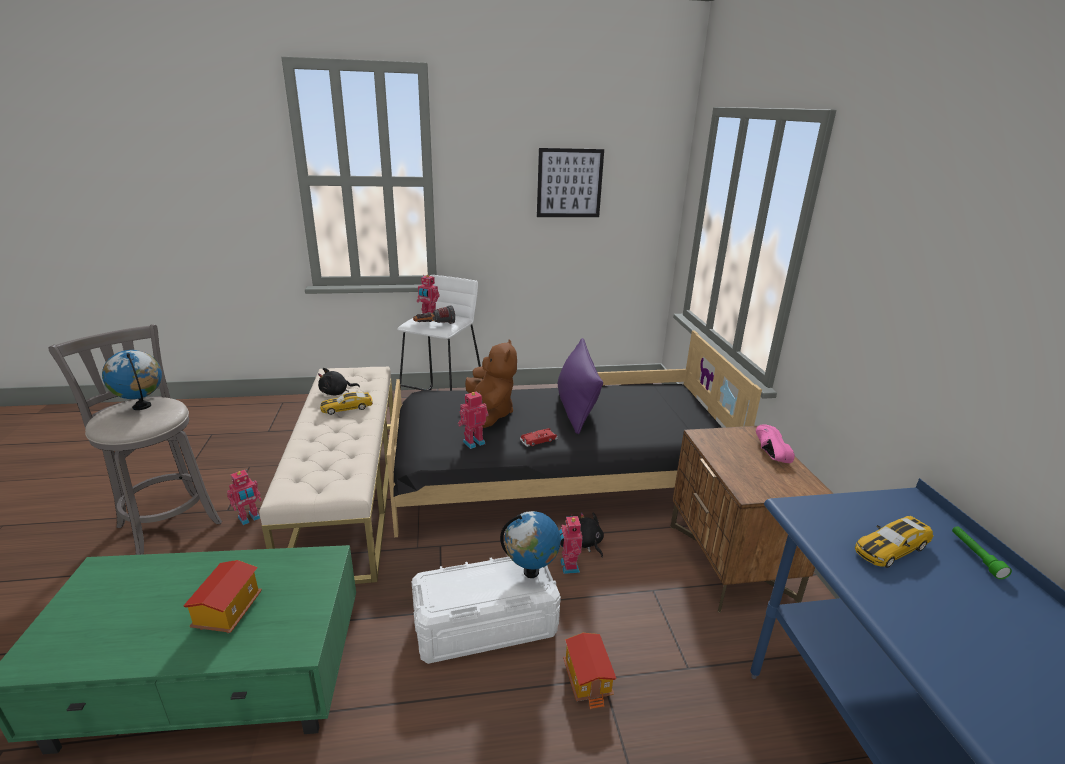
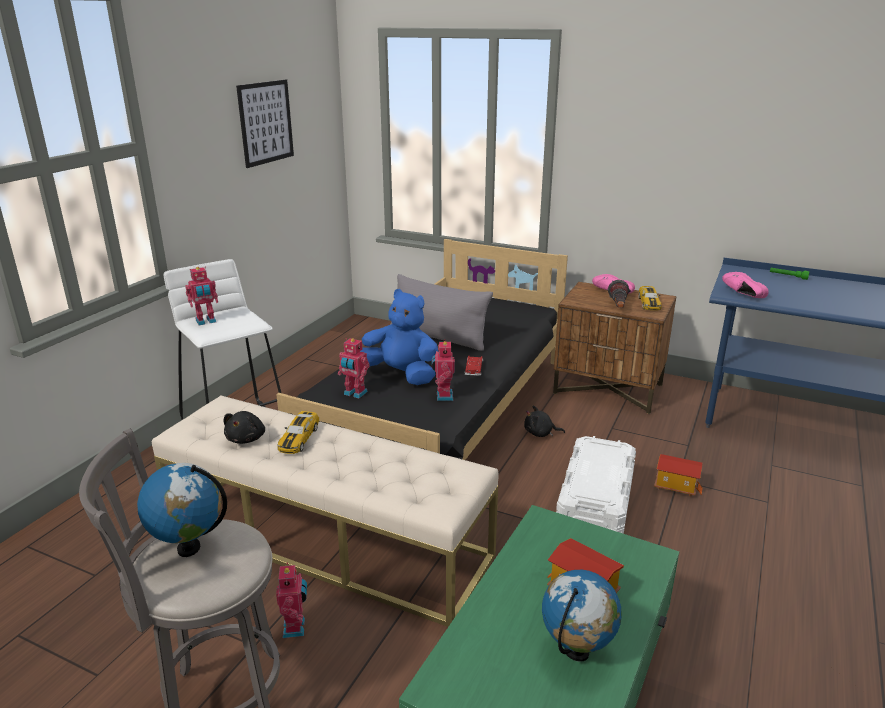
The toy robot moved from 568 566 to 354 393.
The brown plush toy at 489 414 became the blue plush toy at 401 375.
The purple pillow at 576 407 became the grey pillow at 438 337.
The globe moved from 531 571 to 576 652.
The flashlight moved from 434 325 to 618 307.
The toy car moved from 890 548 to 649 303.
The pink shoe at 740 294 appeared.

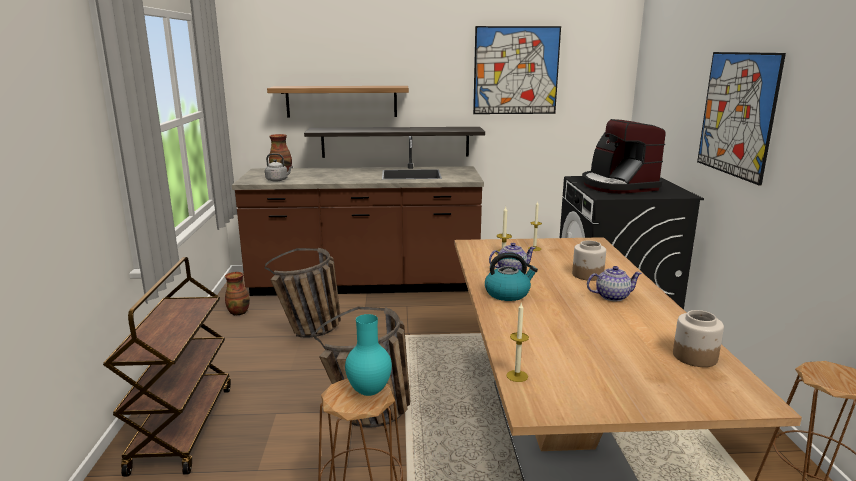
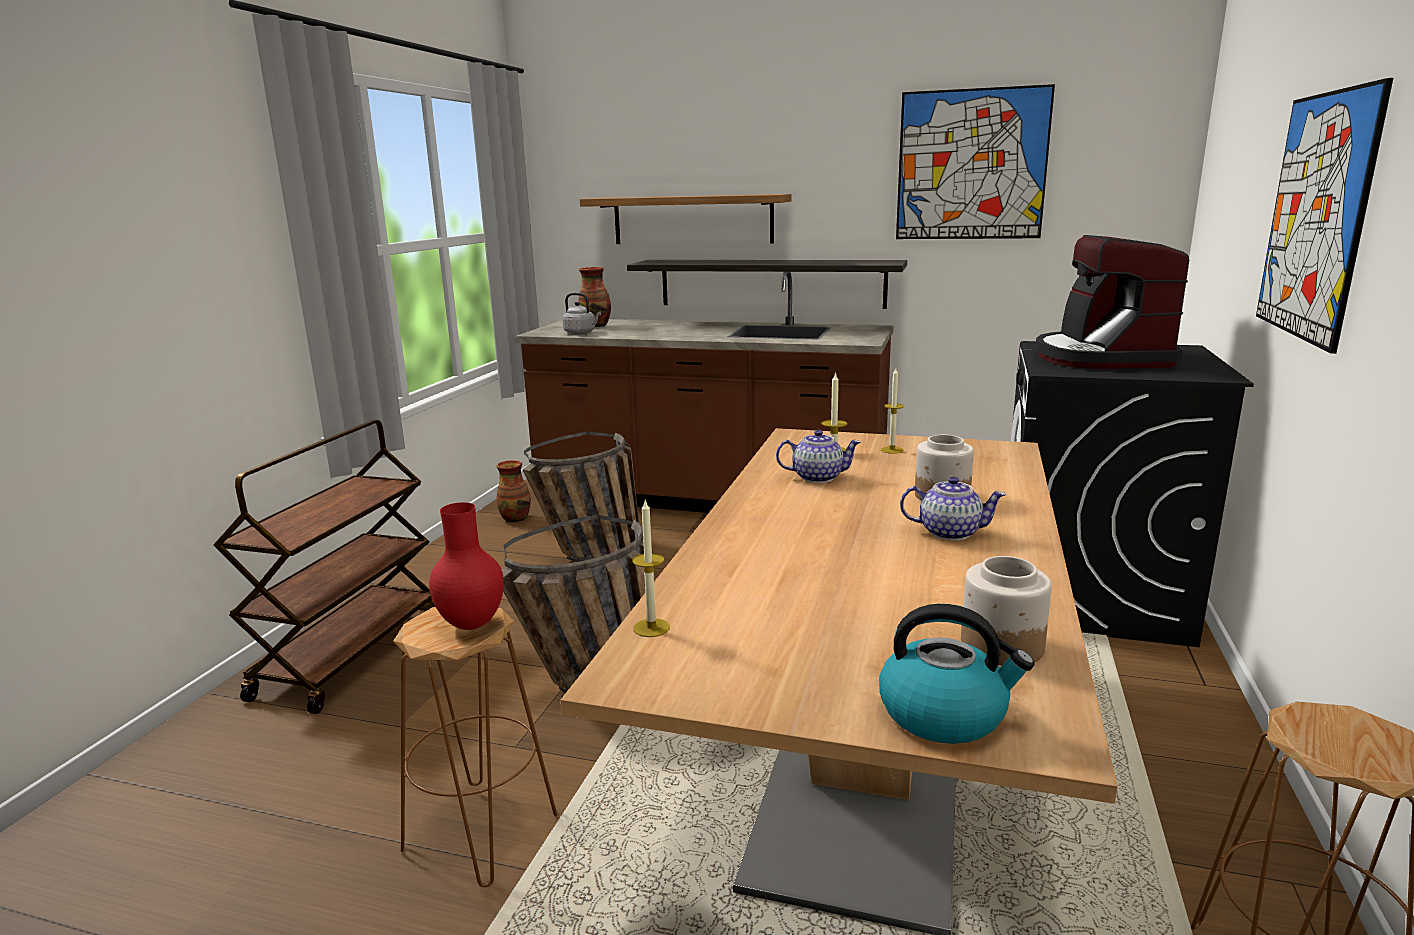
The turquoise vase at 369 391 became the red vase at 472 624.
The kettle moved from 508 293 to 944 714.

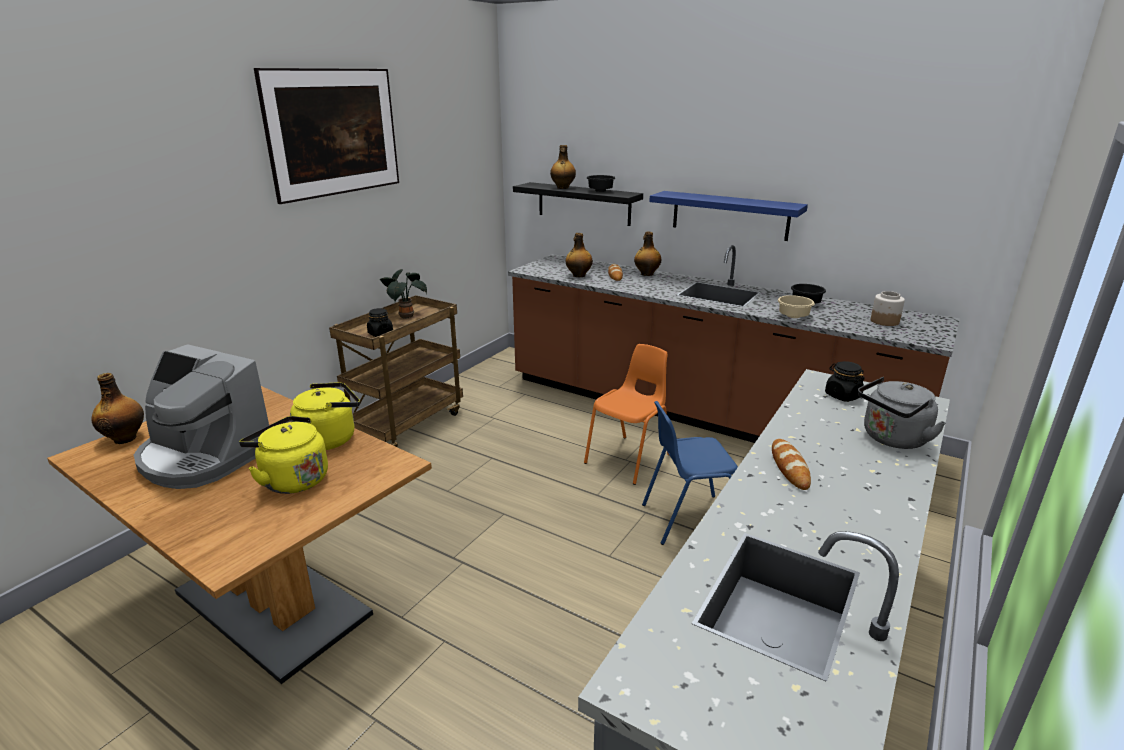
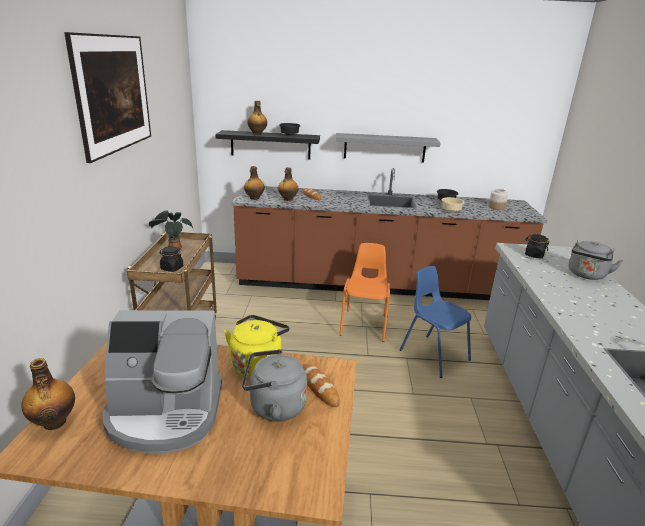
The yellow kettle at 292 479 became the grey kettle at 274 407.
The bottle moved from 646 274 to 254 198.
The bread moved from 789 467 to 319 387.
The blue shelf at 730 215 became the grey shelf at 384 148.
The blue chair at 688 519 turned 90 degrees clockwise.

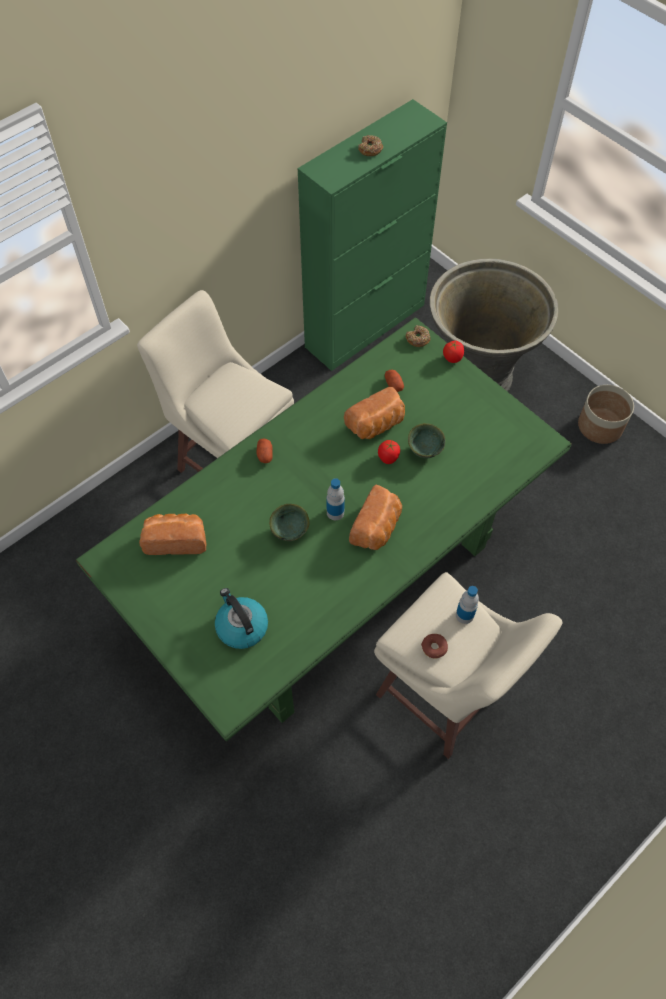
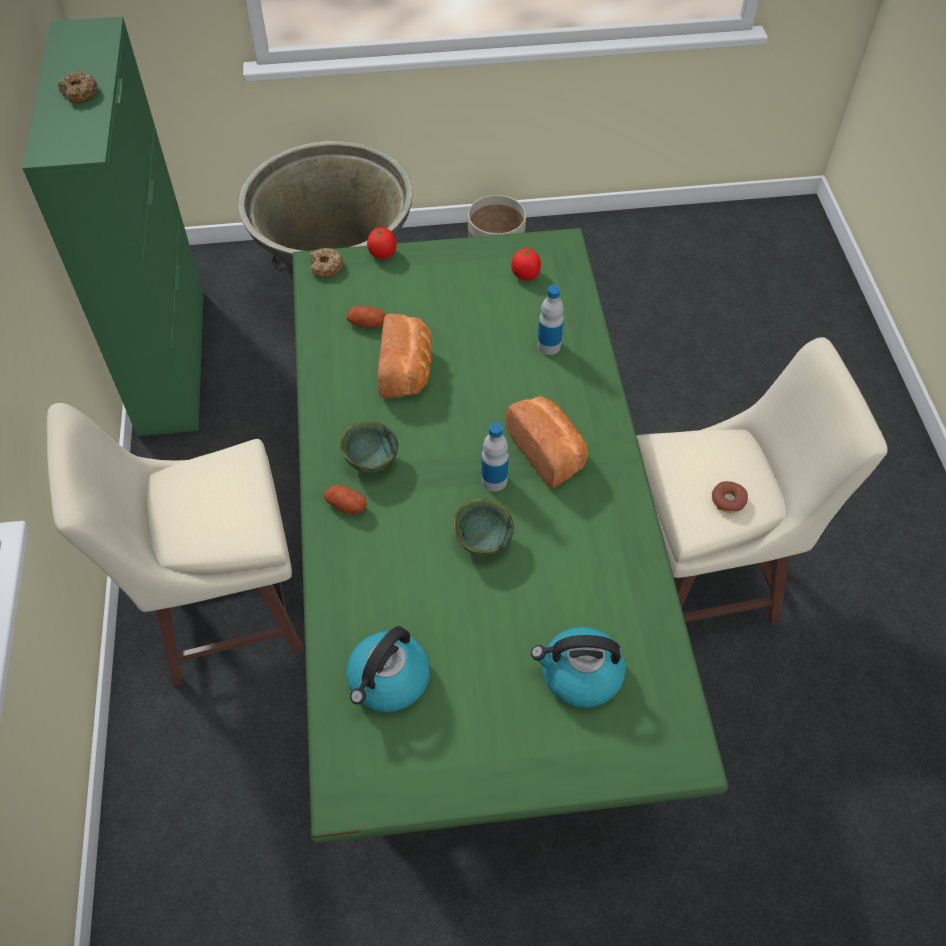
The green bowl moved from 425 450 to 370 461.
The bread at 176 539 was replaced by the kettle at 388 681.
The tomato moved from 388 458 to 526 275.
The bottle moved from 464 615 to 549 345.

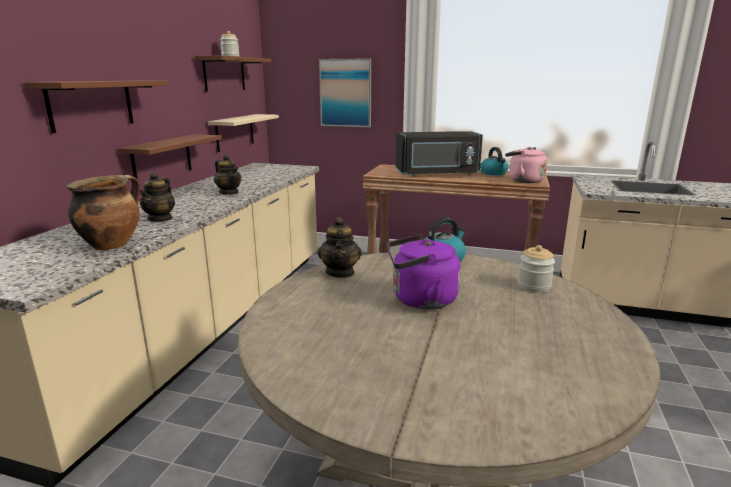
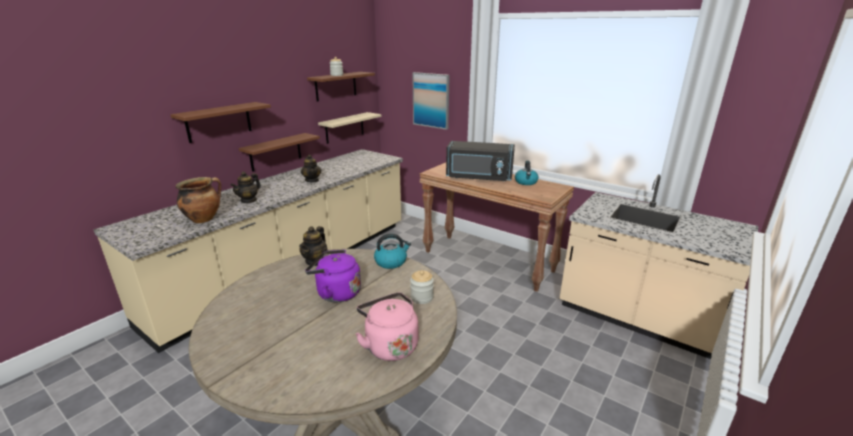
The pink kettle moved from 523 180 to 389 345.

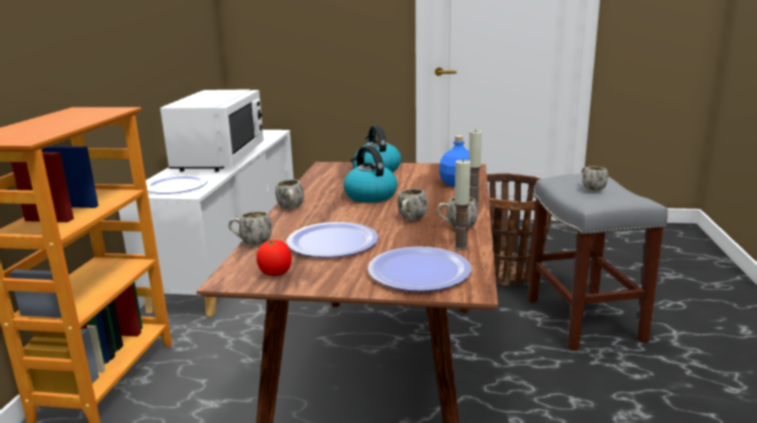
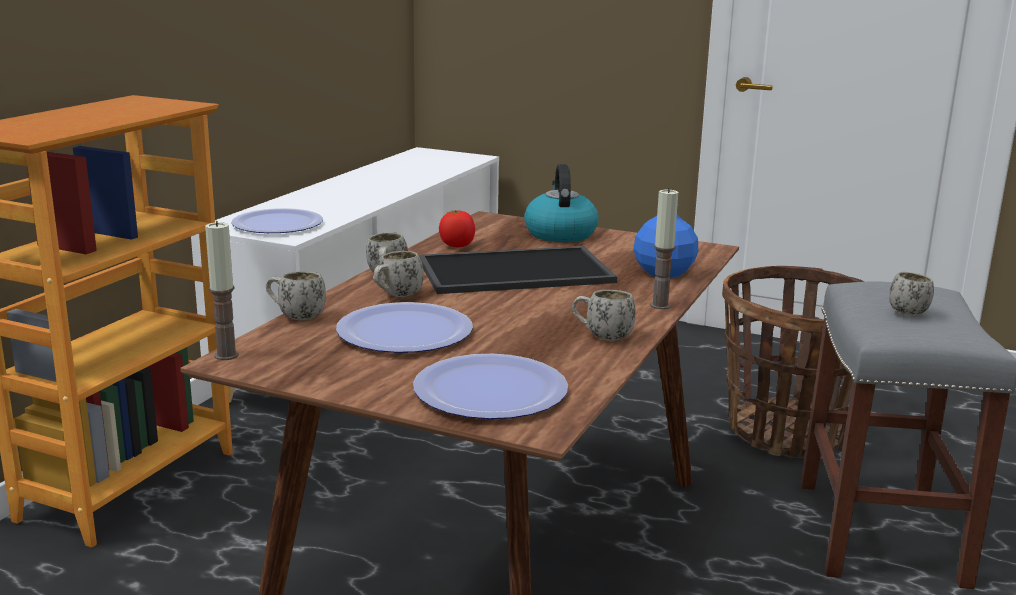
The candle moved from 461 247 to 226 355.
The white mug moved from 411 220 to 396 296.
The kettle at 369 195 was replaced by the tray at 514 272.
The tomato moved from 275 273 to 457 246.
The white microwave at 219 159 disappeared.

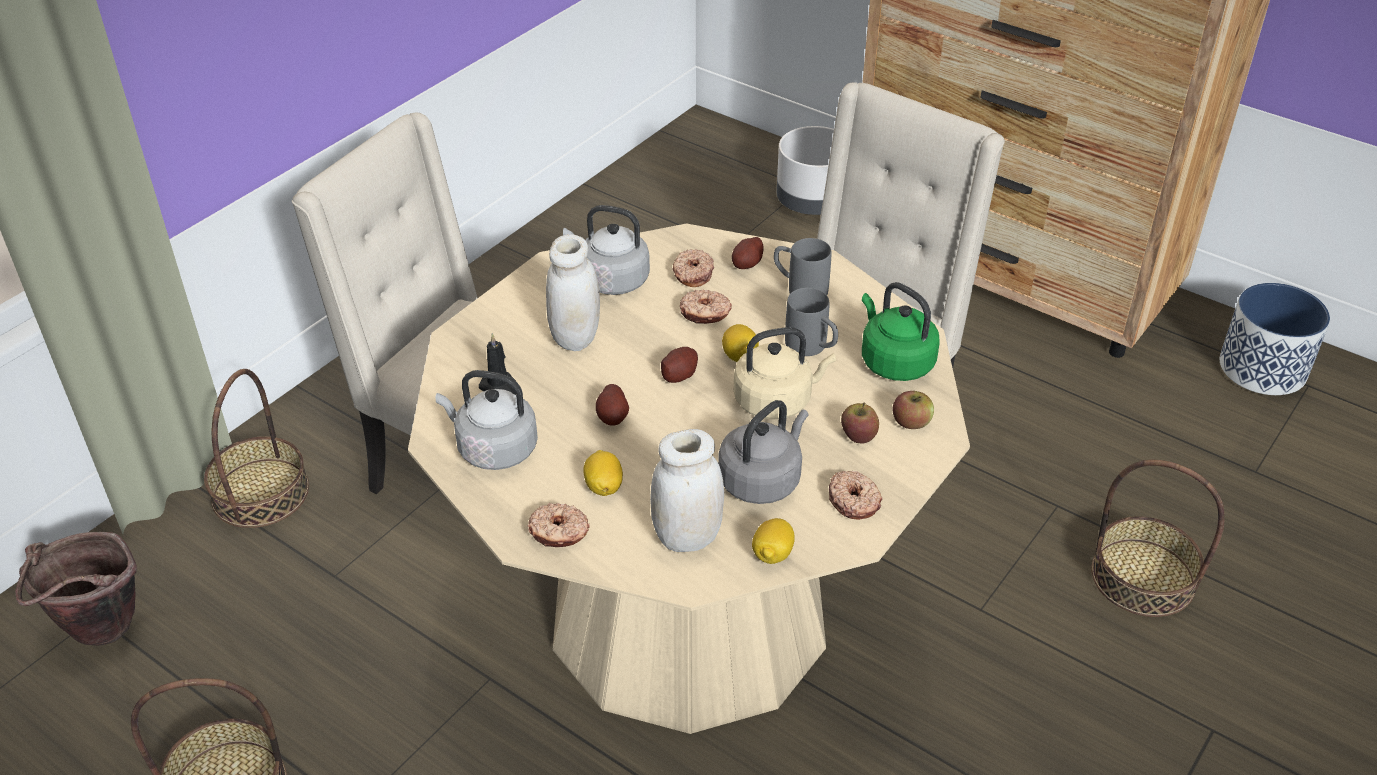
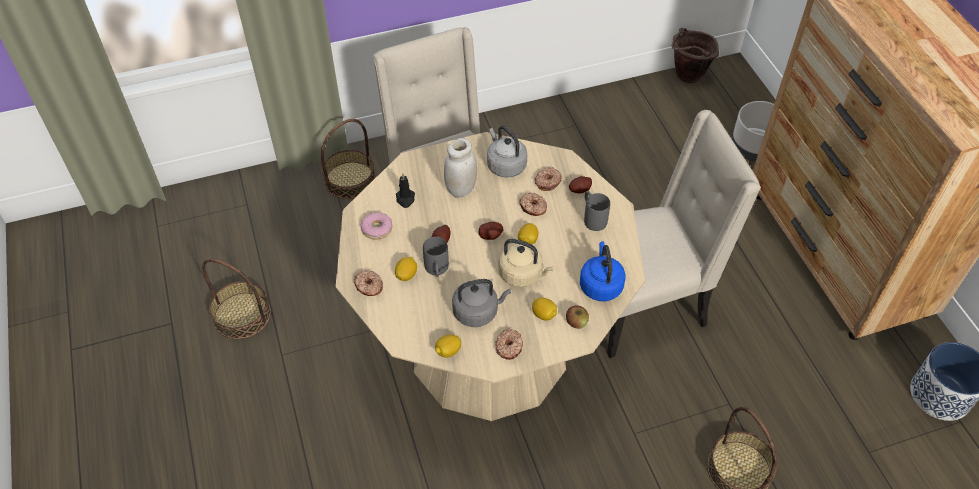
The grey kettle at 493 449 was replaced by the donut at 377 229.
The grey mug moved from 812 348 to 437 271.
The apple at 858 435 was replaced by the lemon at 544 315.
The green kettle at 894 362 became the blue kettle at 600 285.
The brown bucket moved from 101 635 to 686 78.
The white jar at 687 537 disappeared.

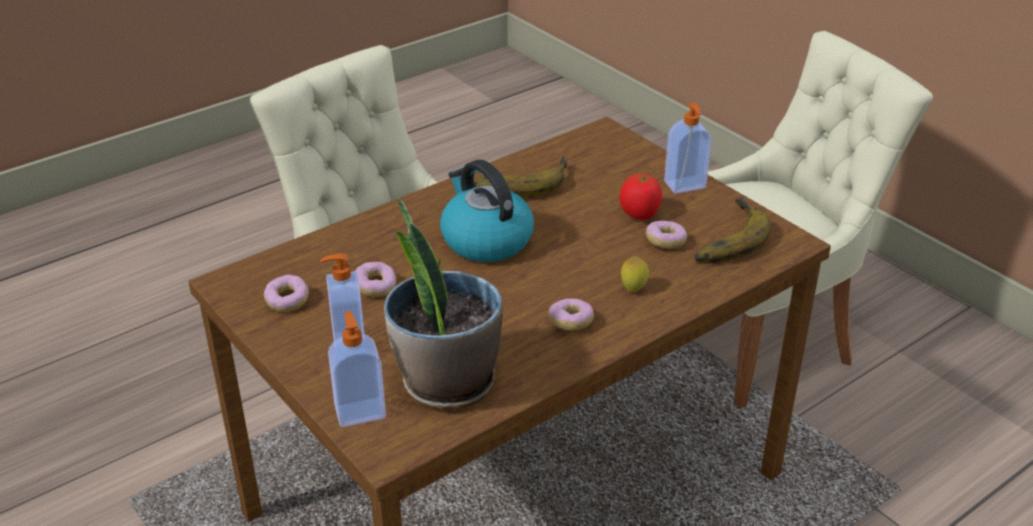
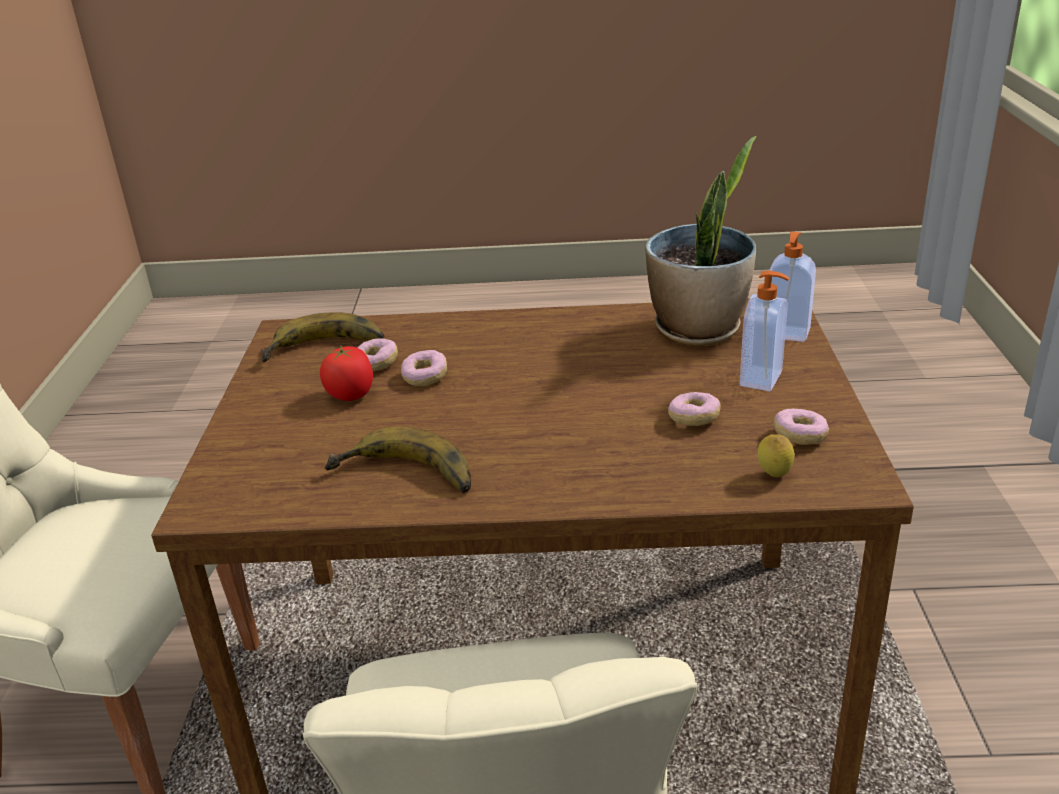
The donut moved from 570 322 to 425 377.
The lemon moved from 633 289 to 774 476.
The kettle at 485 240 disappeared.
The soap dispenser at 685 185 disappeared.

